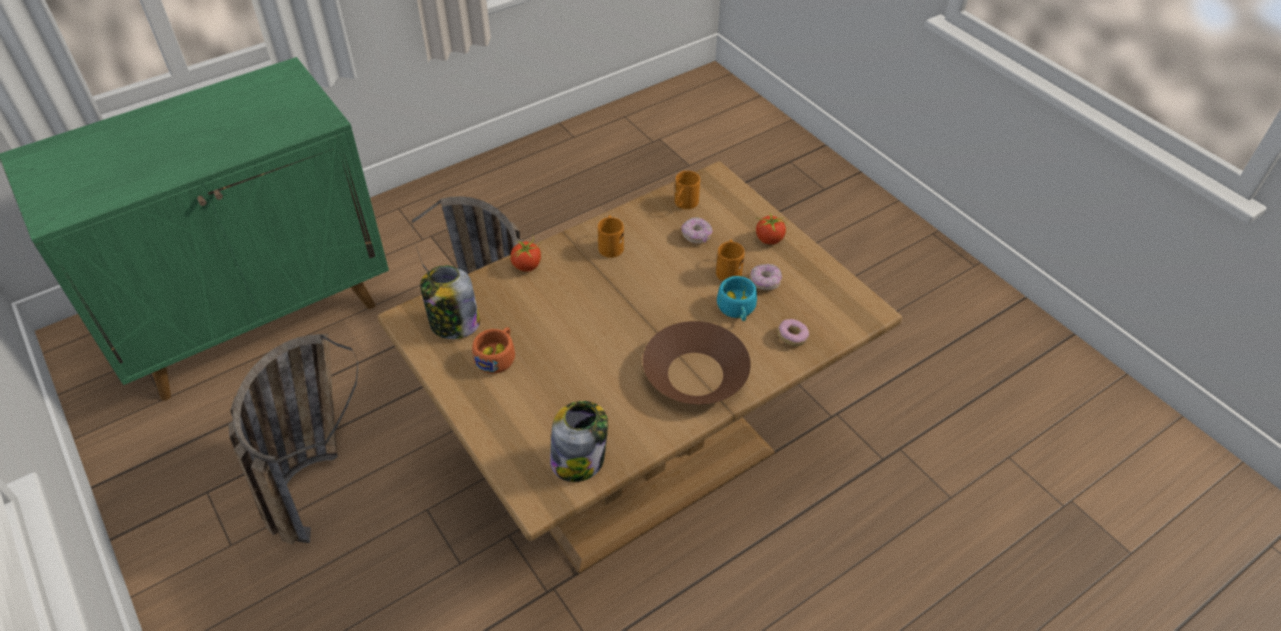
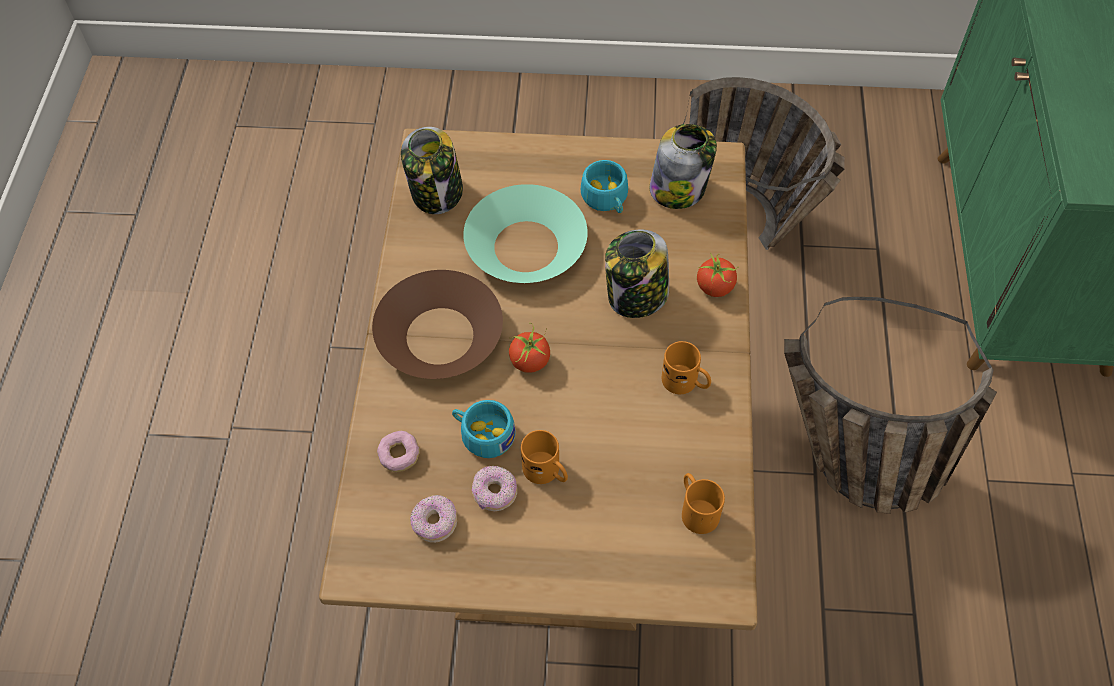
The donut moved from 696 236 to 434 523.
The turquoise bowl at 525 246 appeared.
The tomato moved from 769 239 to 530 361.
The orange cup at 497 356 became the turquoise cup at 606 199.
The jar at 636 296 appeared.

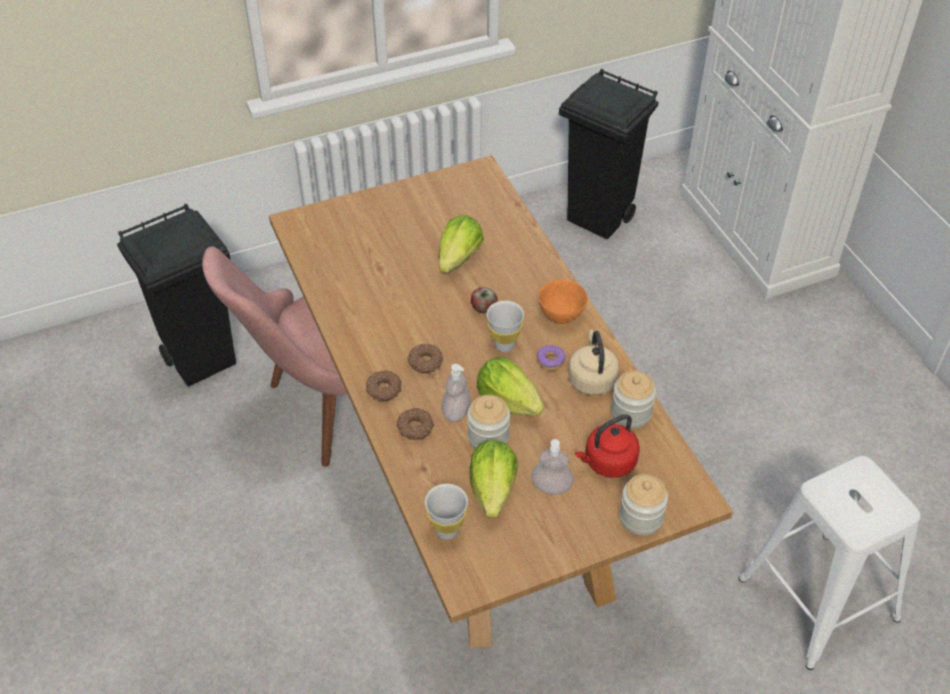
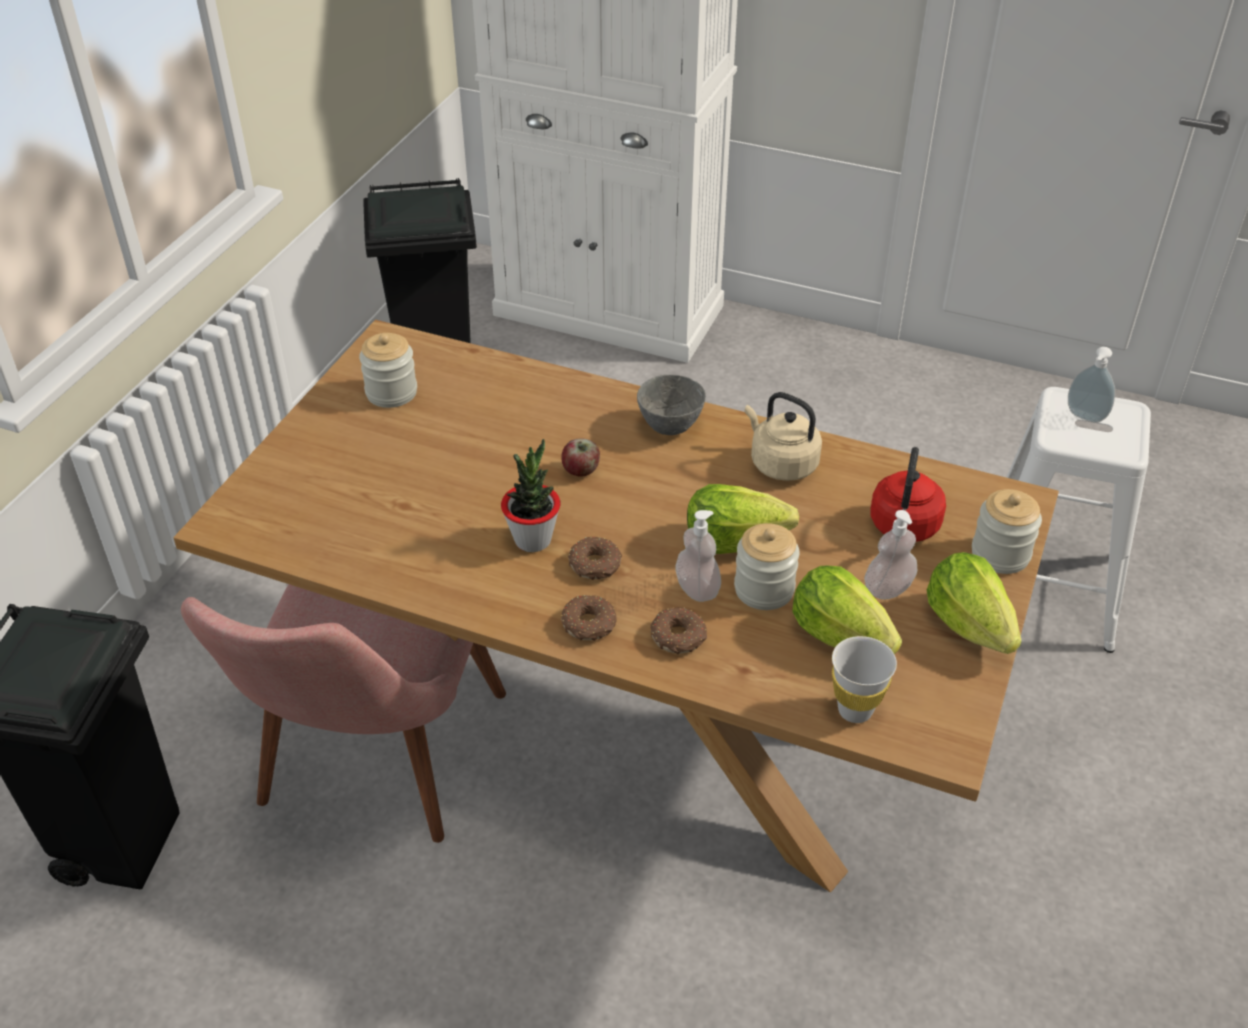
The jar moved from 631 413 to 391 392.
The potted plant at 533 539 appeared.
The orange bowl at 561 315 became the grey bowl at 669 426.
The lettuce moved from 459 258 to 969 624.
The soap dispenser at 1084 417 appeared.
The white cup at 504 345 disappeared.
The donut at 551 361 disappeared.

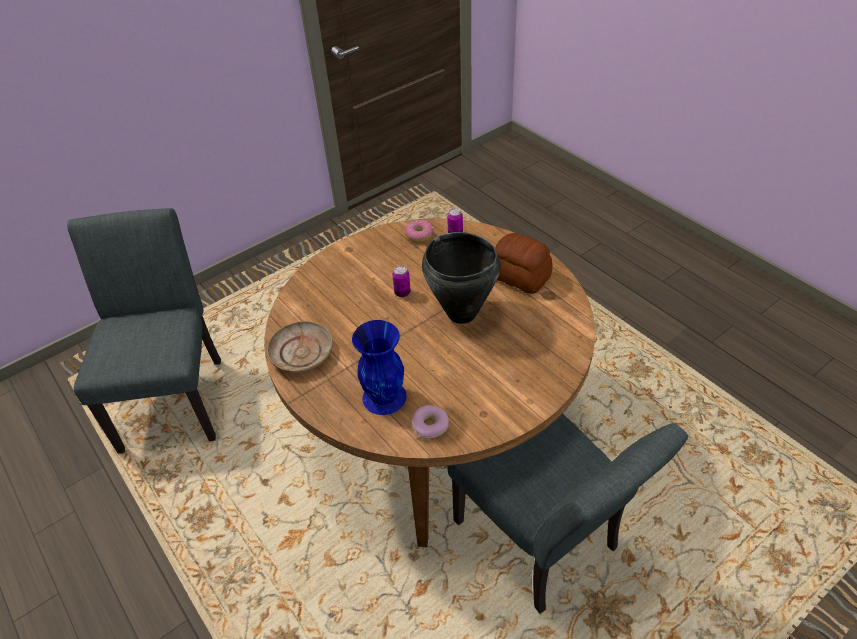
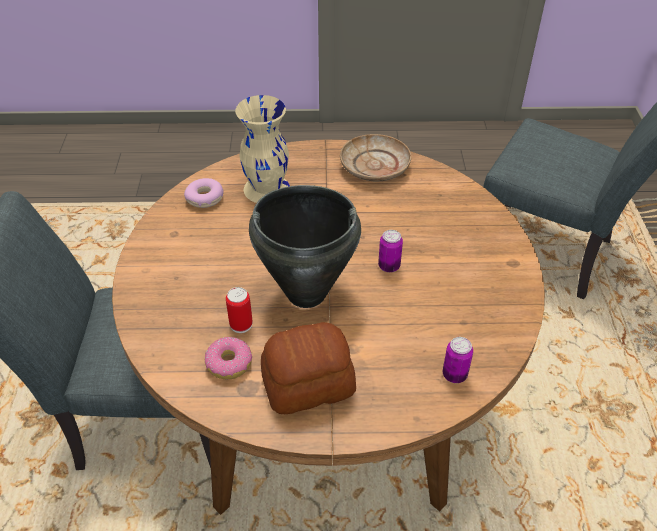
The donut moved from 419 235 to 229 363.
The can at 241 324 appeared.
The blue vase at 385 396 became the beige vase at 267 189.

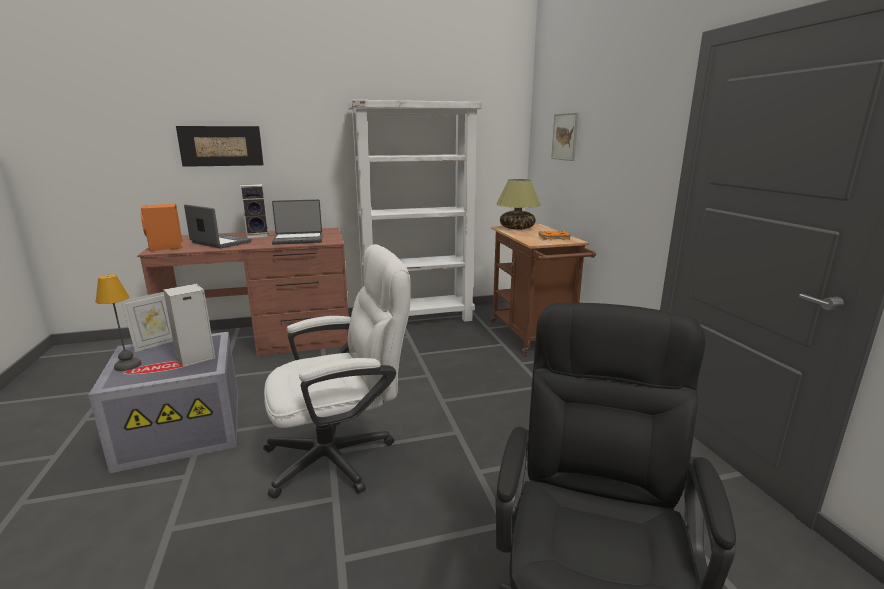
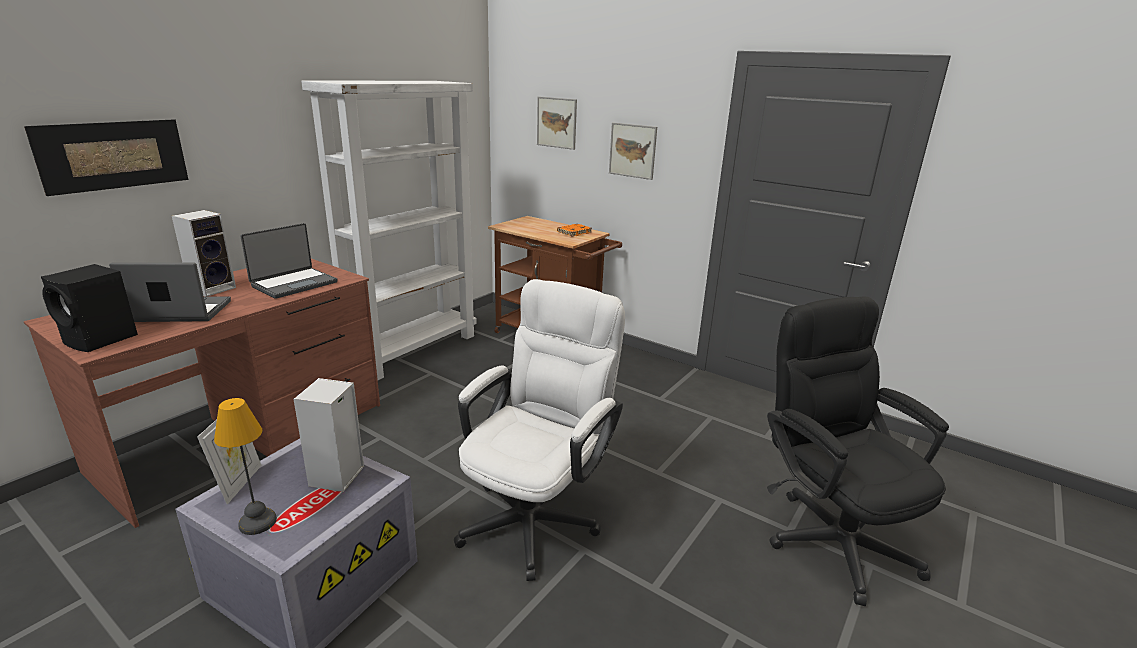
The orange speaker at 166 247 became the black speaker at 101 340.
The picture at 632 150 appeared.
The table lamp at 516 228 disappeared.

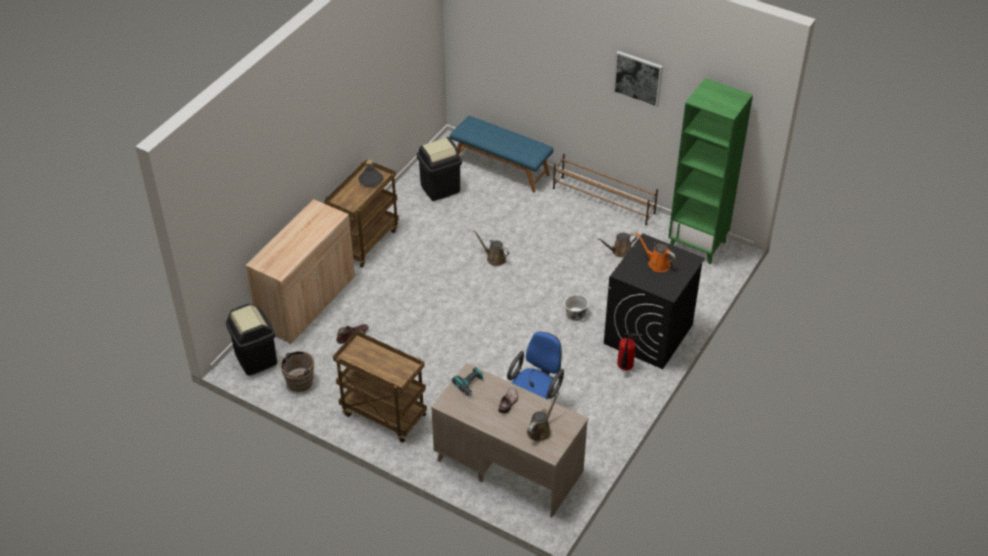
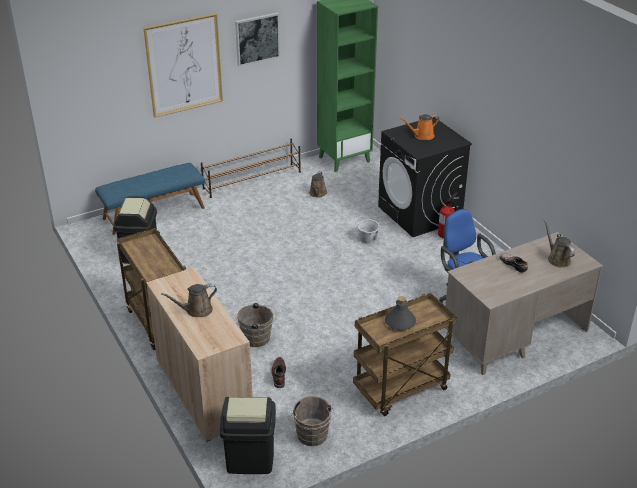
The picture at 184 65 appeared.
The brown watering can moved from 494 258 to 196 310.
The brown bucket at 258 338 appeared.
The grey bottle moved from 371 180 to 400 322.
The power drill at 470 384 disappeared.

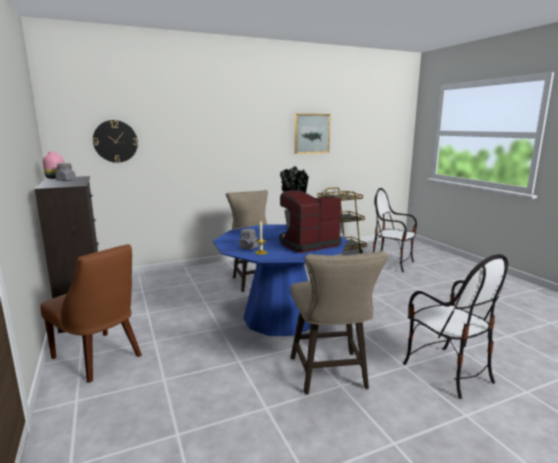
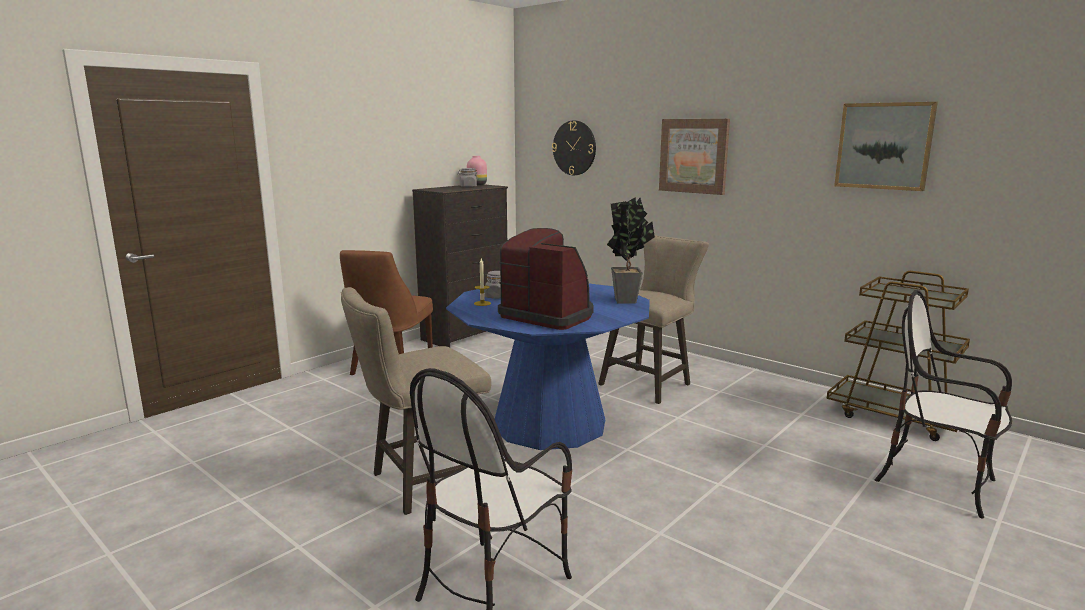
The picture at 694 156 appeared.
The chair at 391 263 turned 60 degrees counterclockwise.

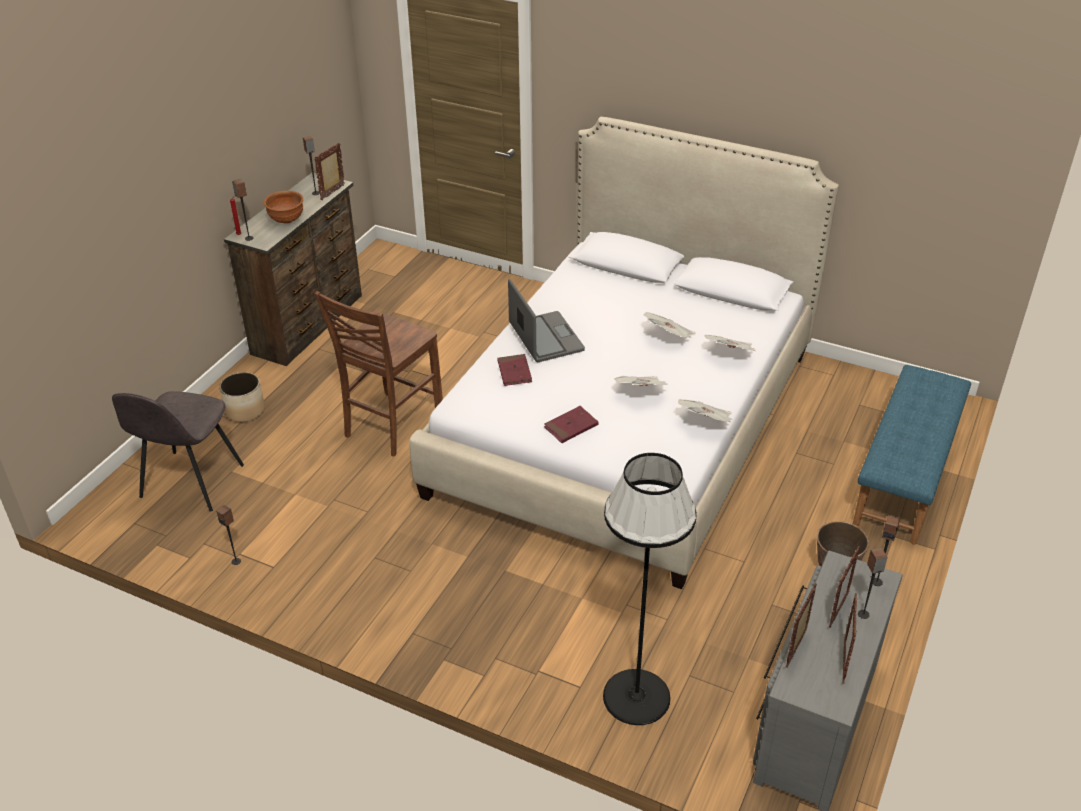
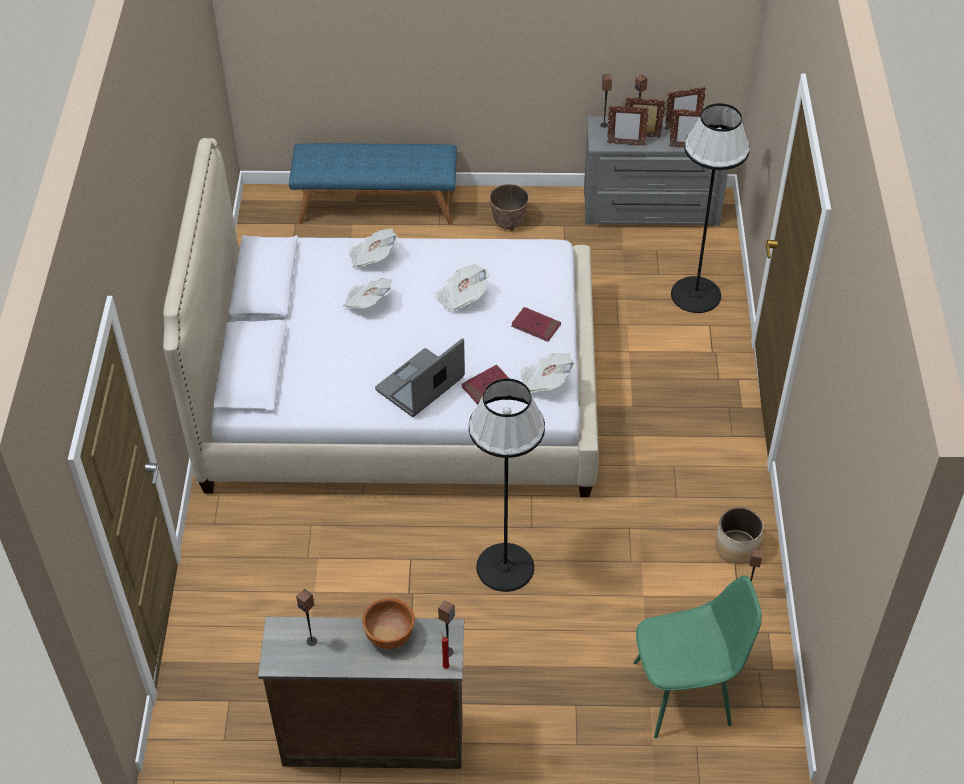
The brown chair at 391 425 was replaced by the black floor lamp at 505 567.
The newspaper moved from 706 422 to 545 382.
The picture frame moved from 333 193 to 625 144.
The grey chair at 190 483 became the green chair at 685 693.
The planter moved from 245 410 to 736 547.

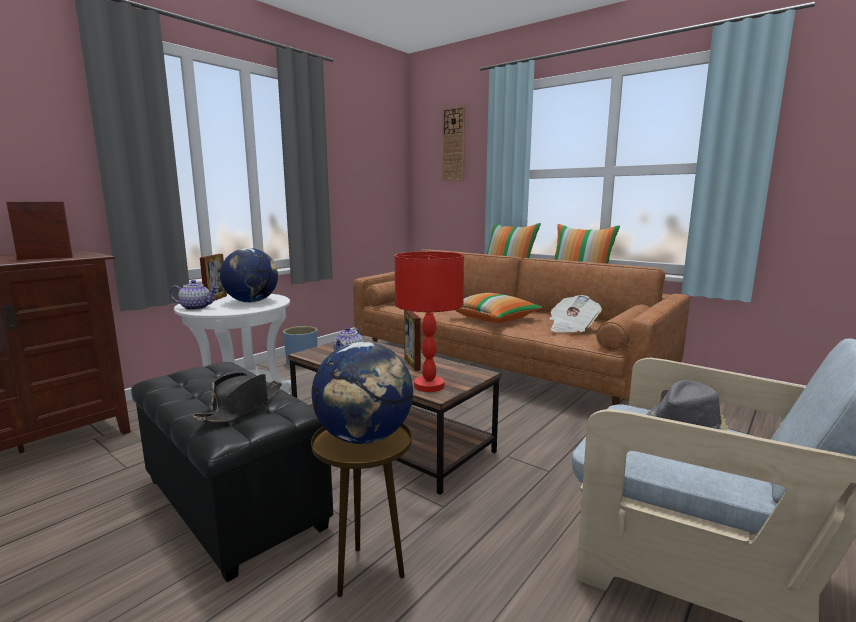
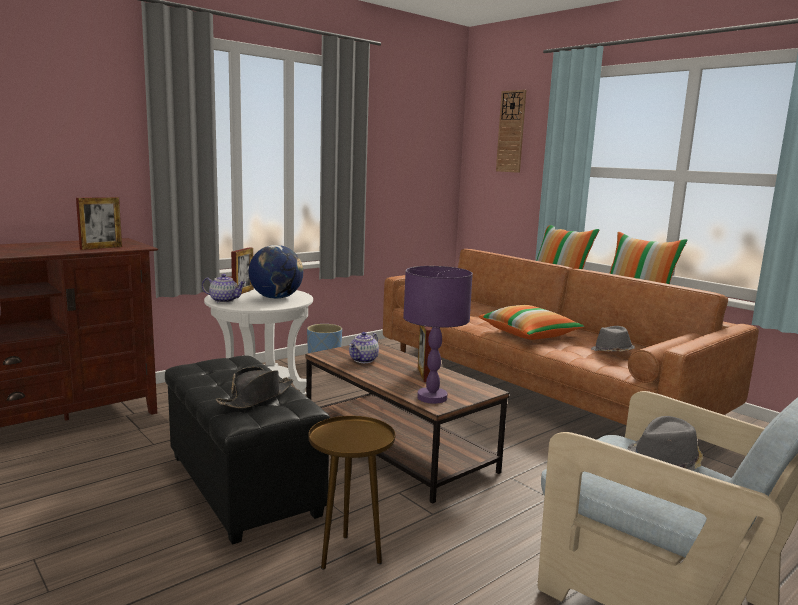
The picture frame at 45 258 turned 150 degrees clockwise.
The red table lamp at 429 386 became the purple table lamp at 432 398.
The newspaper at 571 328 was replaced by the grey hat at 611 352.
The globe at 365 438 disappeared.

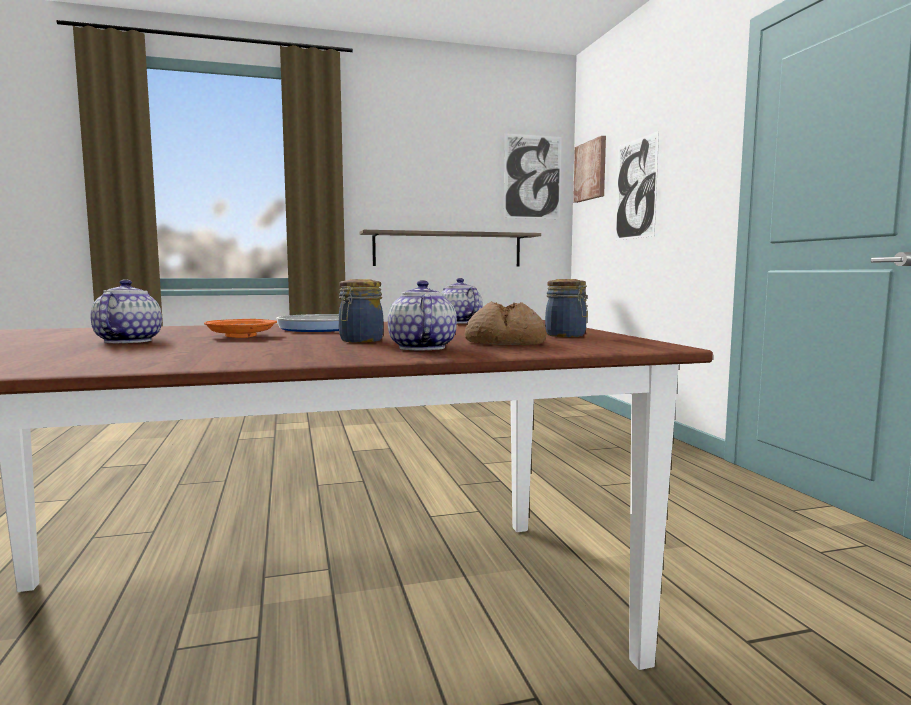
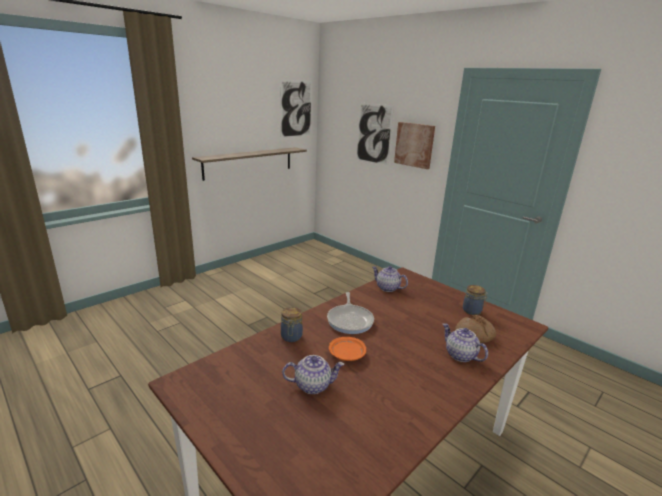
The jar moved from 360 340 to 291 337.
The teapot at 127 341 turned 120 degrees clockwise.
The picture moved from 591 170 to 414 145.

